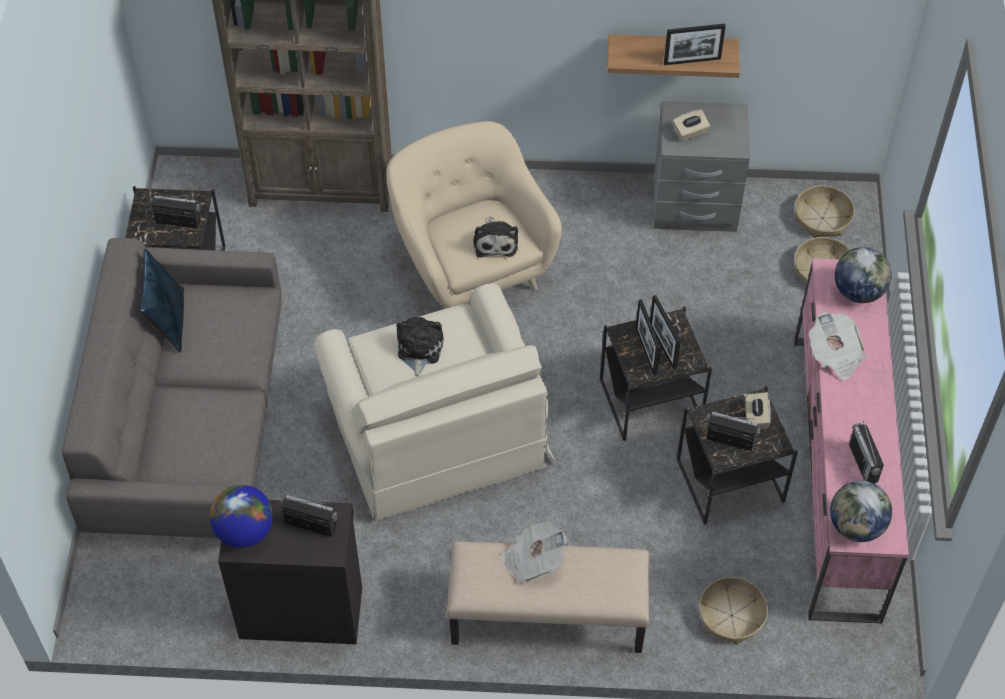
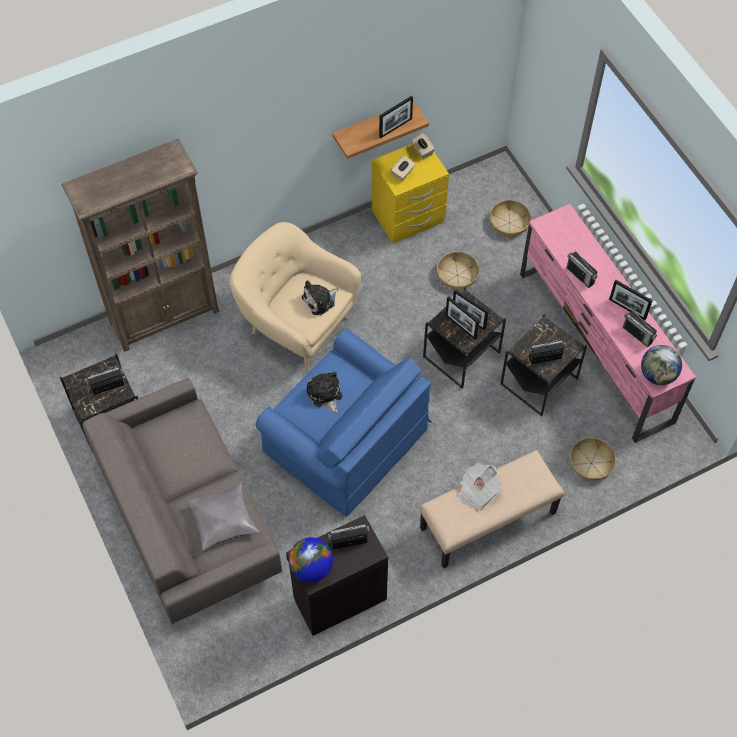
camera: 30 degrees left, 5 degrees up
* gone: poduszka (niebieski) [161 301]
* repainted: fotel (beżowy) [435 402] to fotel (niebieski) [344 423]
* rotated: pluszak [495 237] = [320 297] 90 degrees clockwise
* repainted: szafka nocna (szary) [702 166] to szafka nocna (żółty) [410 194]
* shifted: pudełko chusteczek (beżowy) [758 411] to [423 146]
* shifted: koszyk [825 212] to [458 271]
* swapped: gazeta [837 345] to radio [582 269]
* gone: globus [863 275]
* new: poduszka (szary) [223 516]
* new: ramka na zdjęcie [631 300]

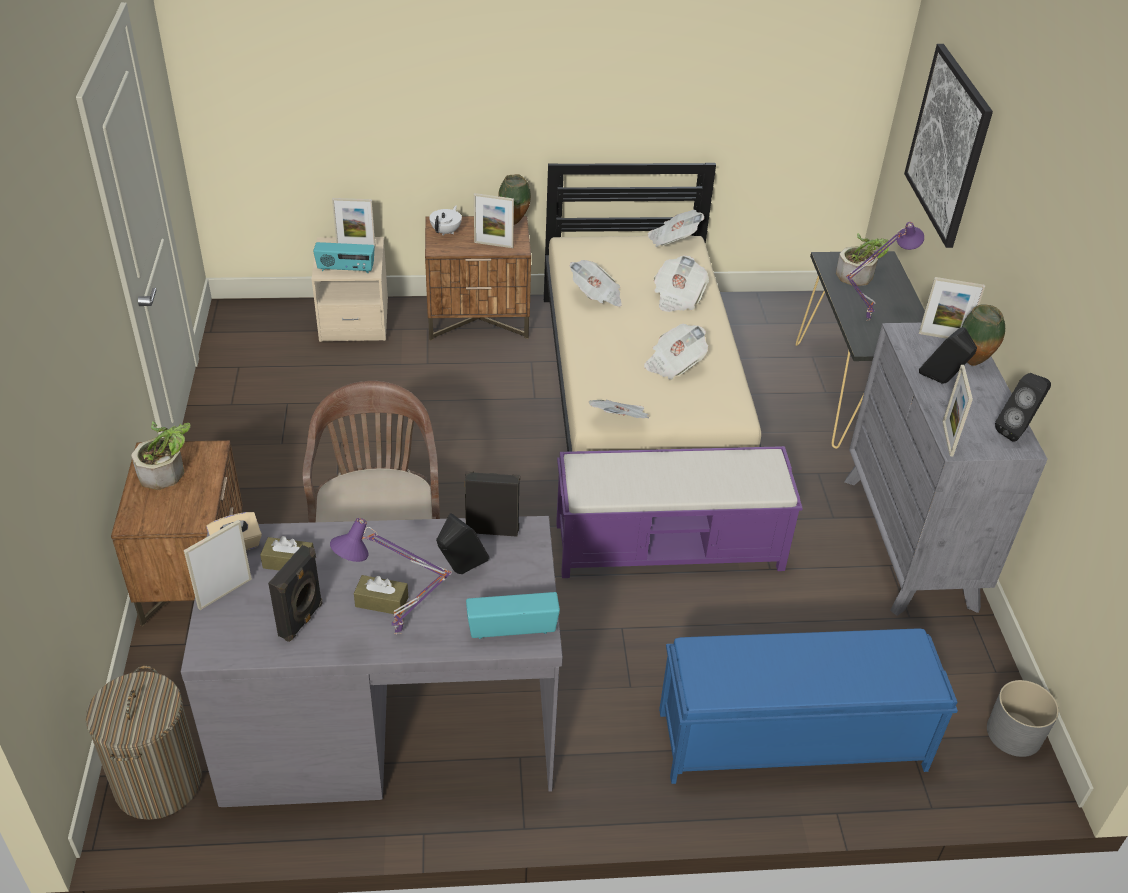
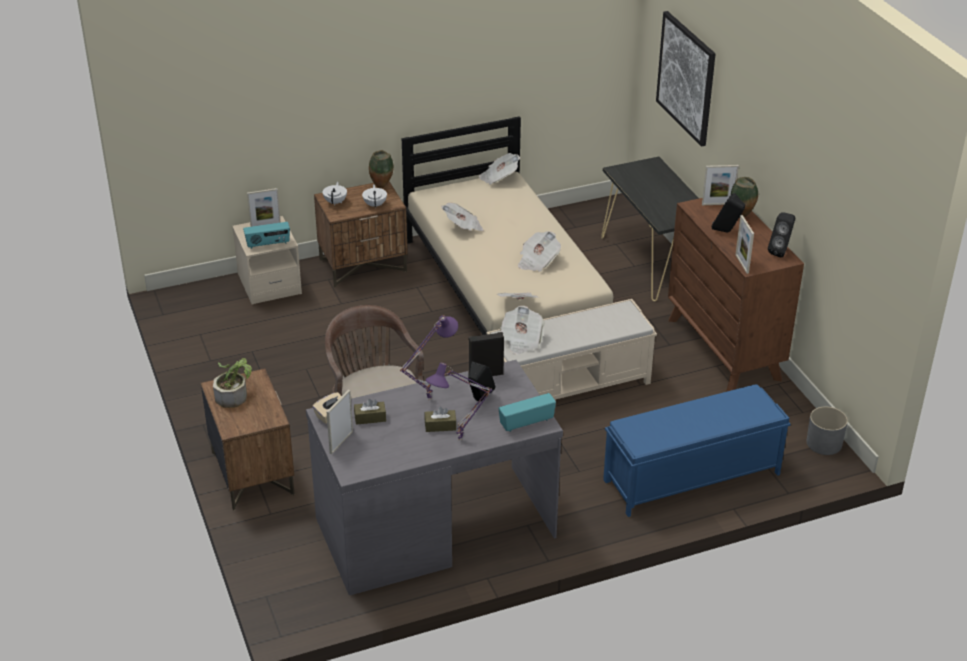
camera: 15 degrees left, 5 degrees down
* gone: kosz na pranie [144 743]
* gone: głośnik (czarny) [295 593]
* swapped: ramka na zdjęcie [494 220] to imbryk (biały) [374 196]
* repainted: ławka (fioletowy) [679 512] to ławka (beżowy) [572 349]
* shifted: gazeta [681 283] to [522 330]
* gone: roślina doniczkowa [862 259]
* repainted: komoda (szary) [946 469] to komoda (brązowy) [736 295]
* shifted: lampa stołowa (fioletowy) [885 271] to [429 357]

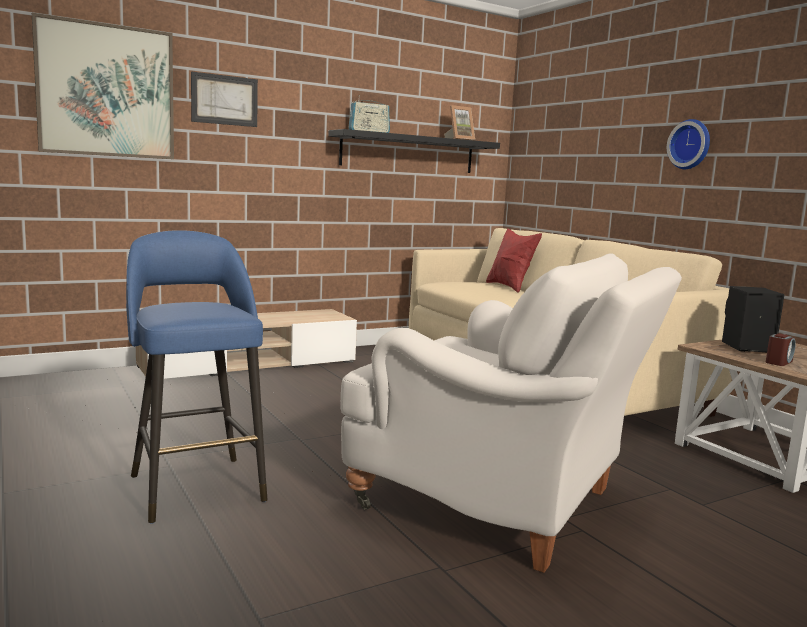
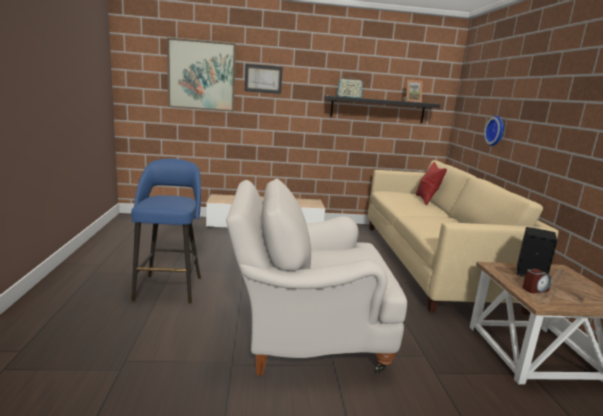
camera: 25 degrees right, 5 degrees up
* rotated: fotel (biały) [511 413] = [316 277] 120 degrees clockwise
* shifted: zegar ścienny [688 144] to [494 131]

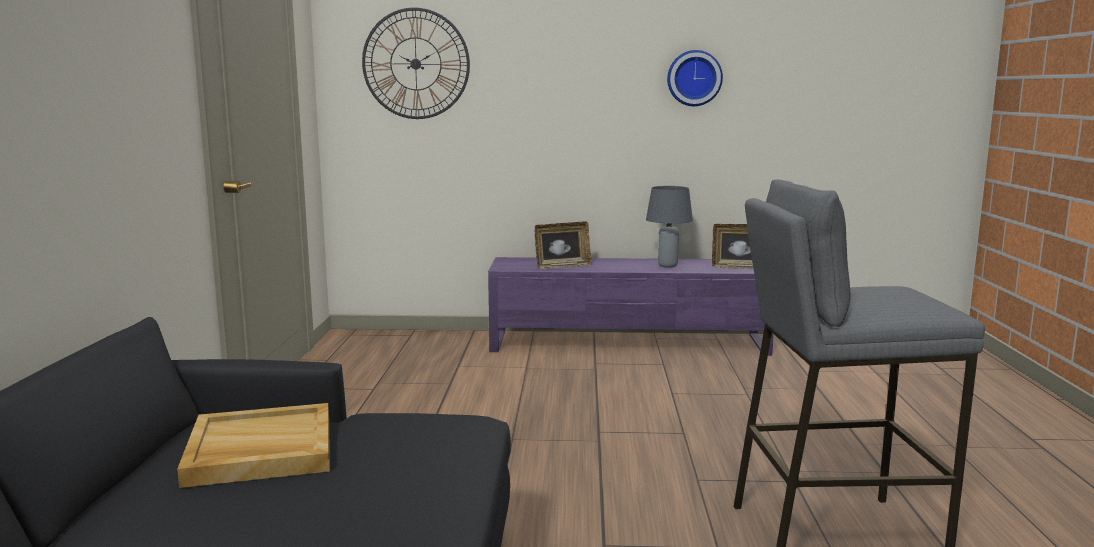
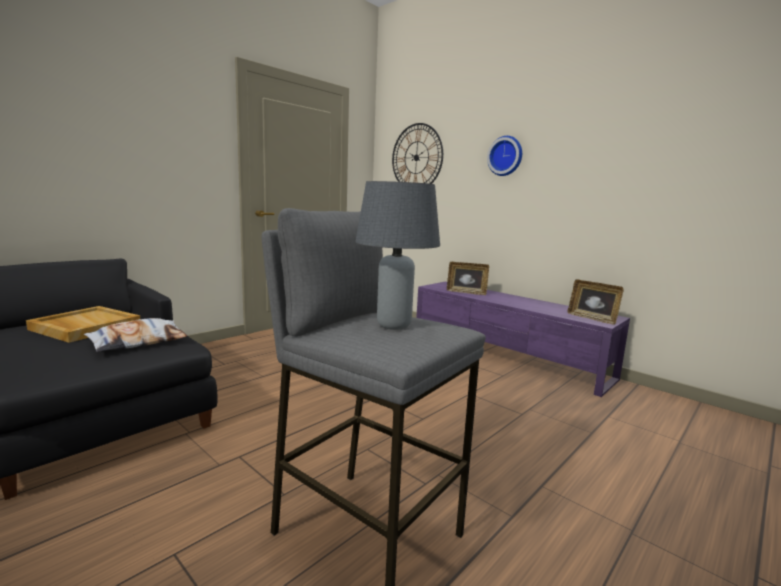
camera: 40 degrees right, 0 degrees up
* shifted: lampa stołowa (szary) [669 227] to [397 255]
* shifted: zegar ścienny [695 78] to [504 156]
* new: poduszka [135 335]

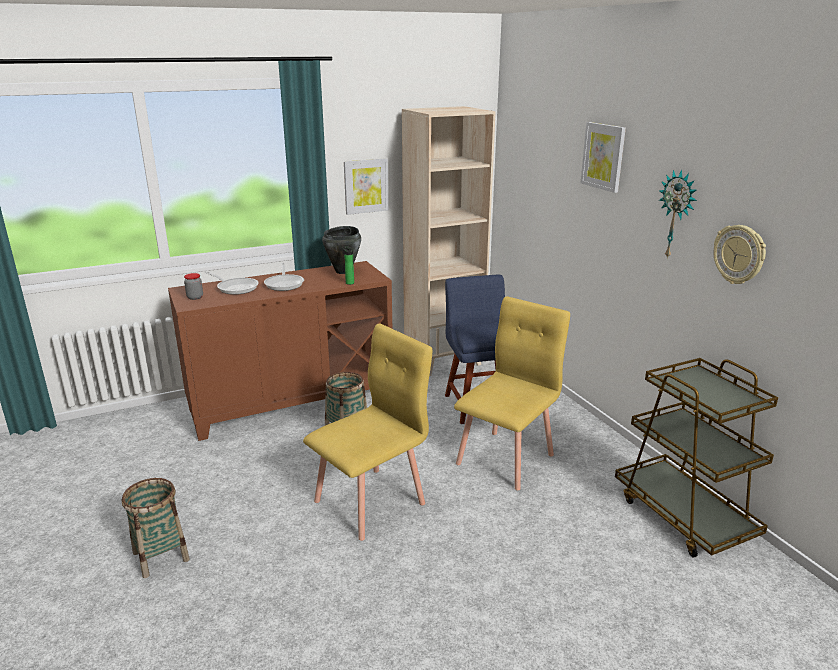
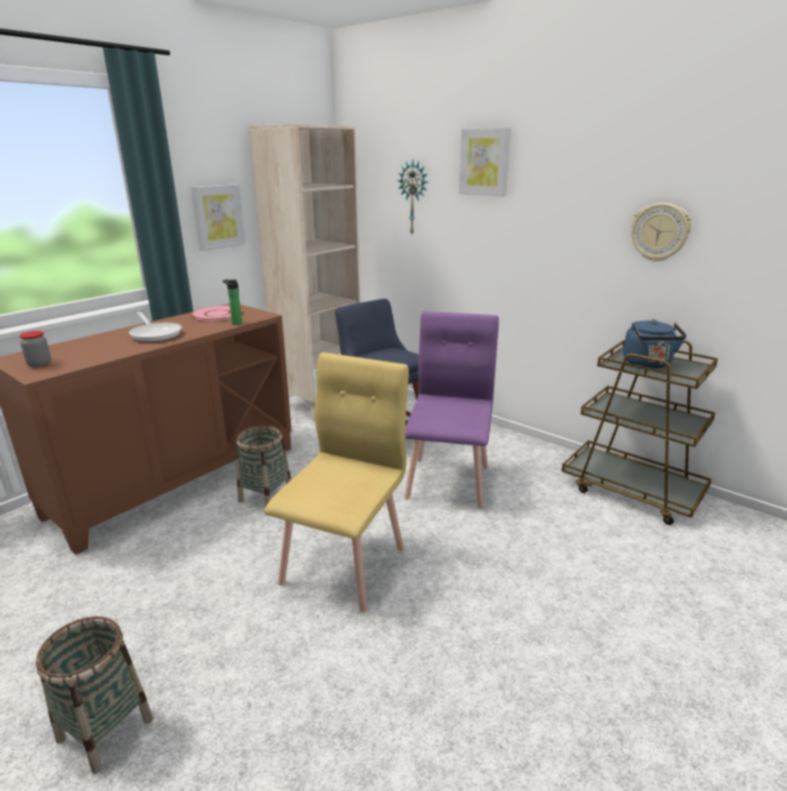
camera: 25 degrees left, 0 degrees up
* gone: patelnia [232 283]
* swapped: garnek (czarny) [341 250] to talerz (różowy) [217 313]
* repainted: krzesło (żółty) [512 393] to krzesło (fioletowy) [451 410]
* shifted: zegar ścienny [678 213] to [412 197]
* new: czajnik (niebieski) [655 344]

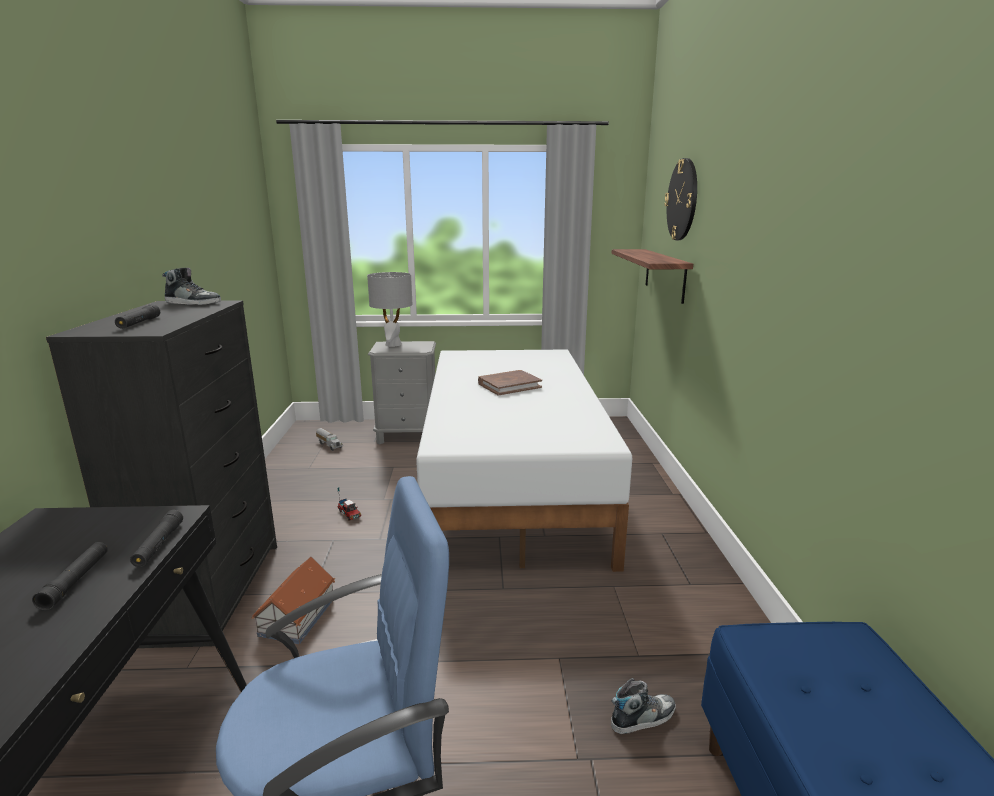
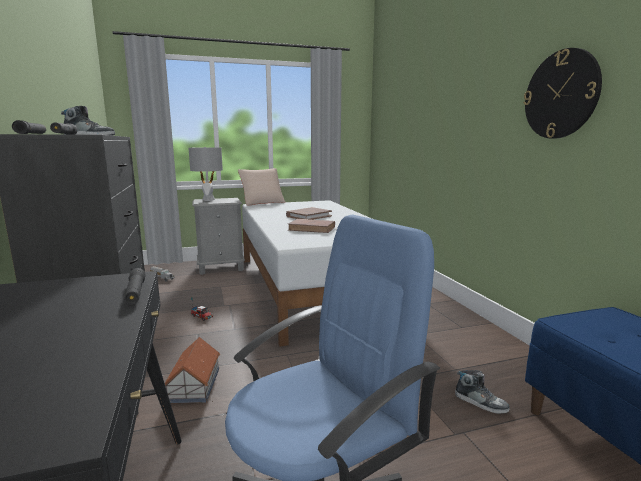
camera: 15 degrees left, 5 degrees down
* shifted: latarka (czarny) [70 576] to [29 127]
* rotated: but [643 706] = [482 392] 75 degrees clockwise
* gone: półka [652 276]
* shifted: zegar ścienny [680 199] to [562 93]
* new: poduszka (beżowy) [262 187]
* new: książka (brązowy) [311 226]

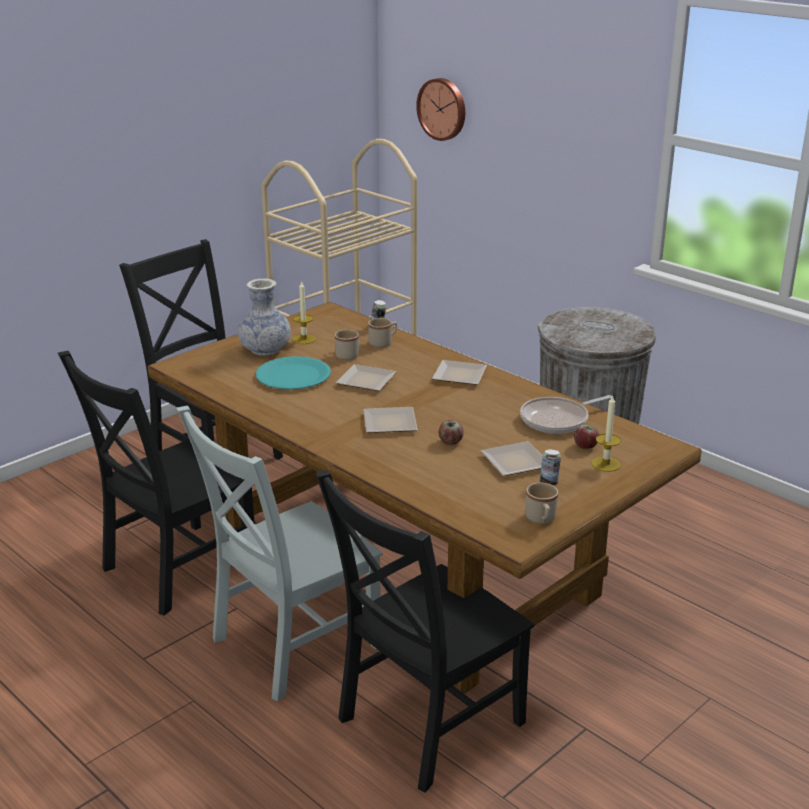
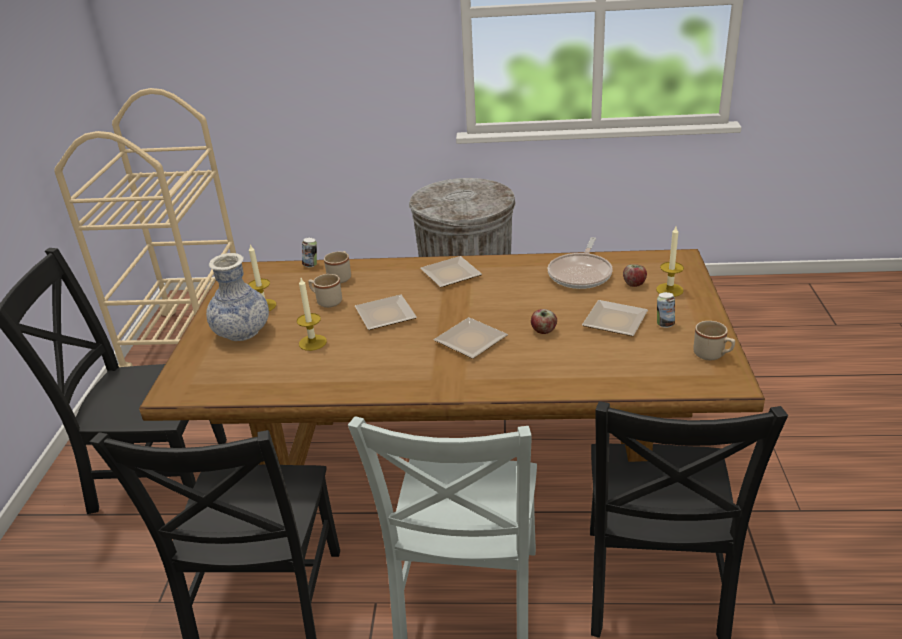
camera: 40 degrees left, 5 degrees up
* swapped: talerz (turkusowy) [293 373] to świeca [312 314]
* gone: zegar ścienny [440 109]

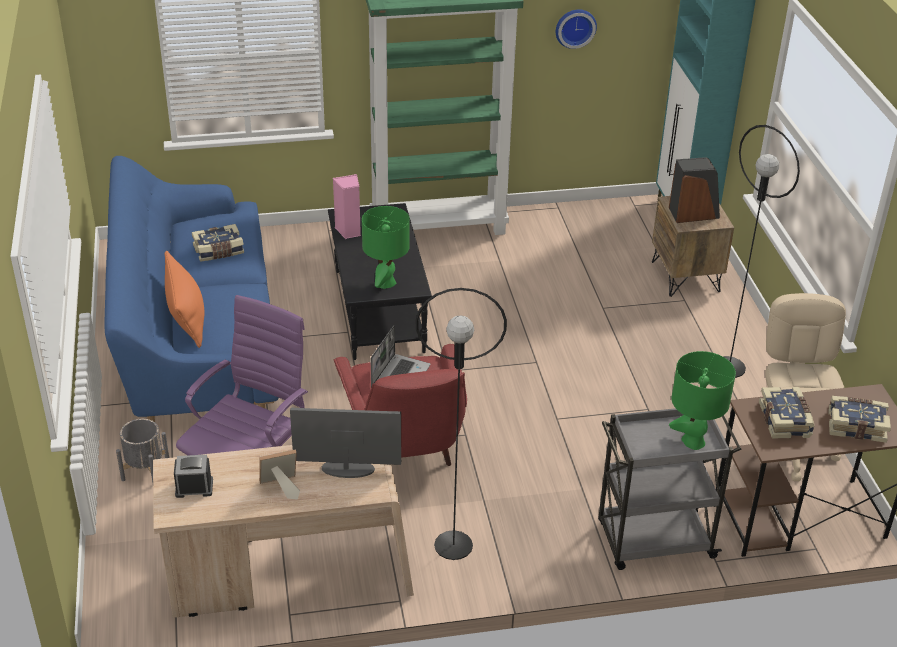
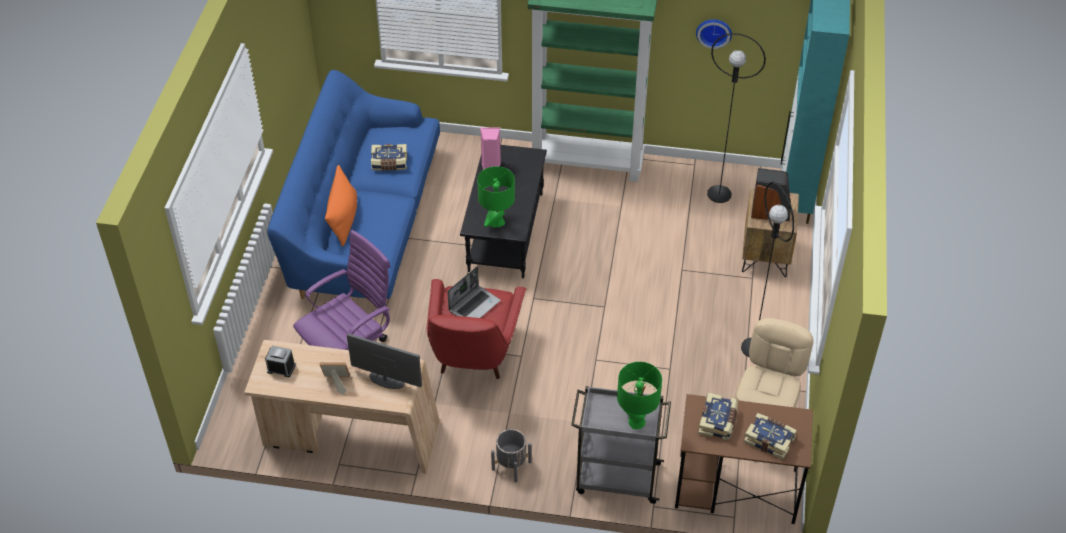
camera: 20 degrees right, 10 degrees up
* shifted: donica (szary) [142 450] to [511 455]
* shifted: lampa stojąca (czarny) [461 424] to [736 118]

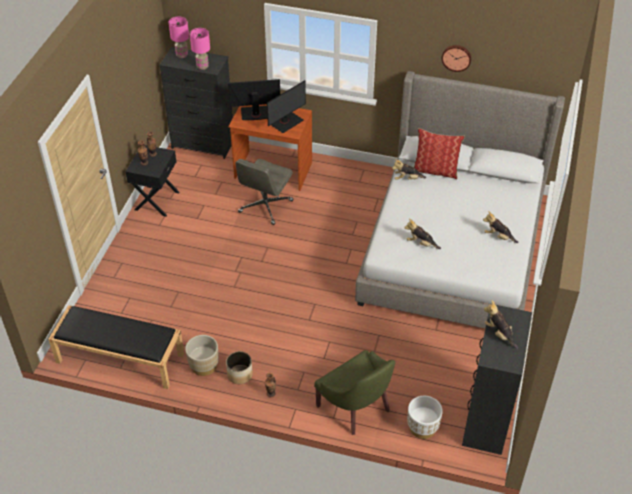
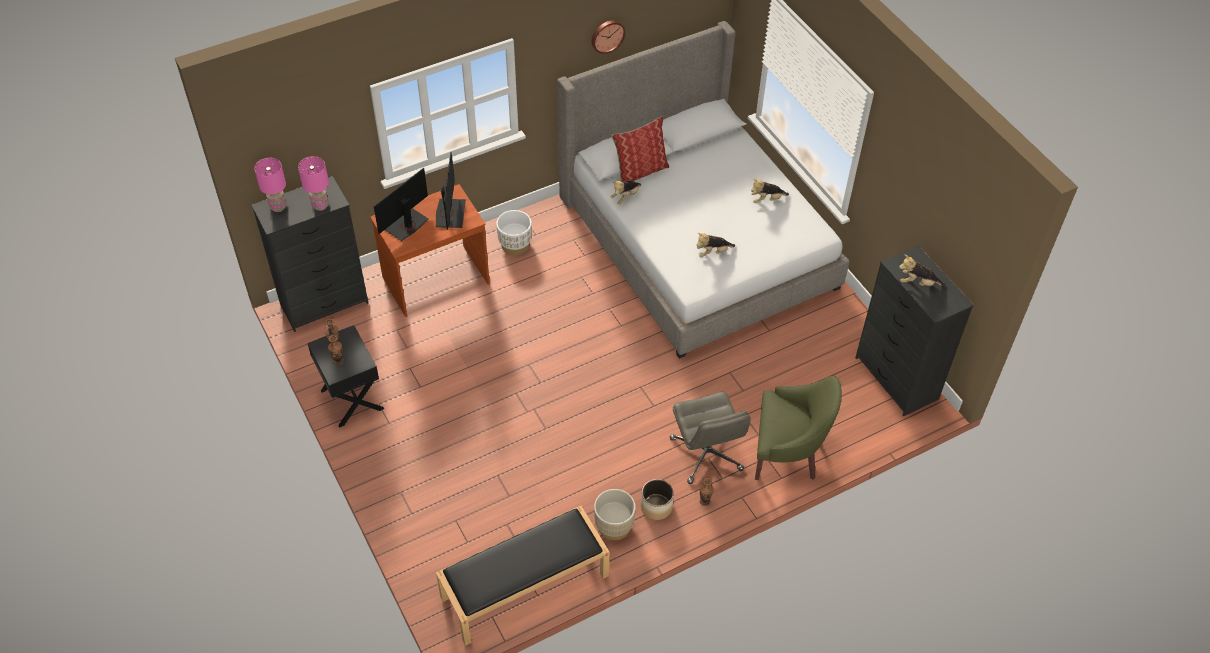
camera: 45 degrees left, 5 degrees up
* shifted: krzesło biurowe (szary) [264 192] to [710 438]
* shifted: donica (biały) [425 417] to [514 232]

